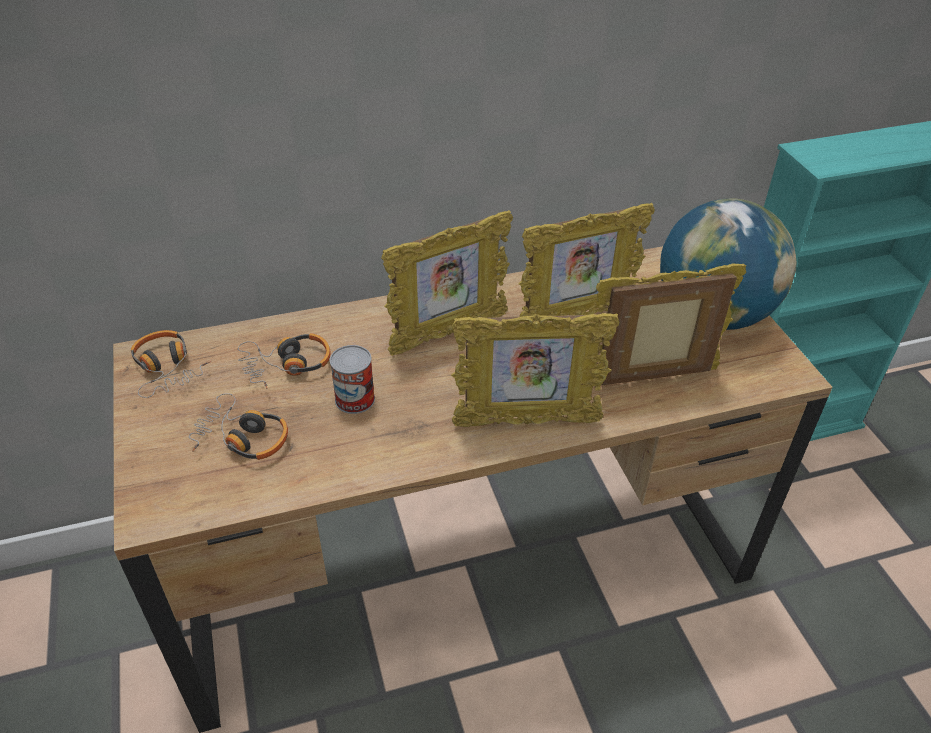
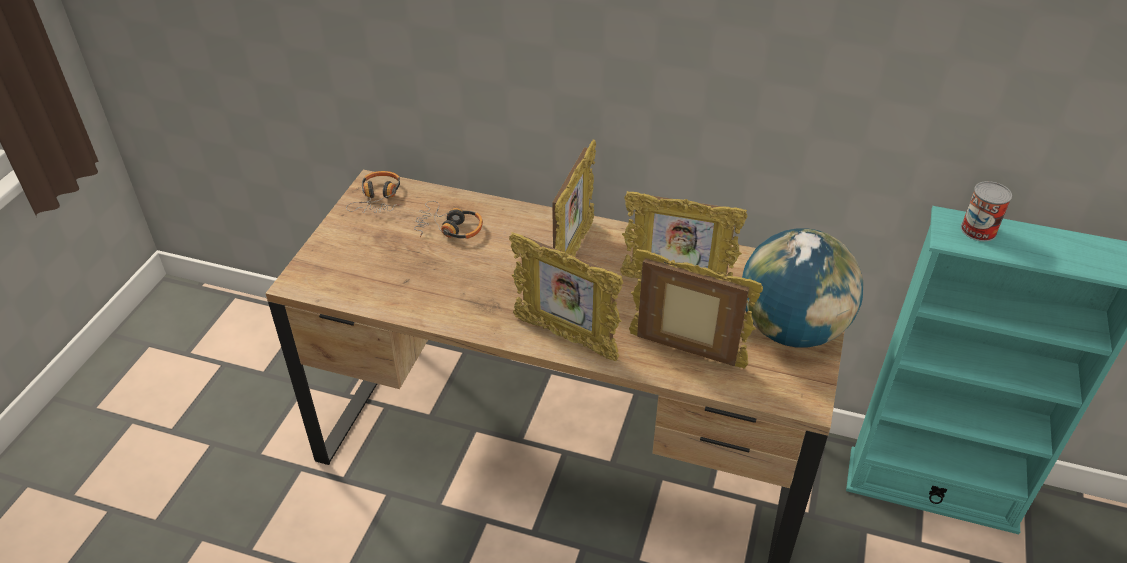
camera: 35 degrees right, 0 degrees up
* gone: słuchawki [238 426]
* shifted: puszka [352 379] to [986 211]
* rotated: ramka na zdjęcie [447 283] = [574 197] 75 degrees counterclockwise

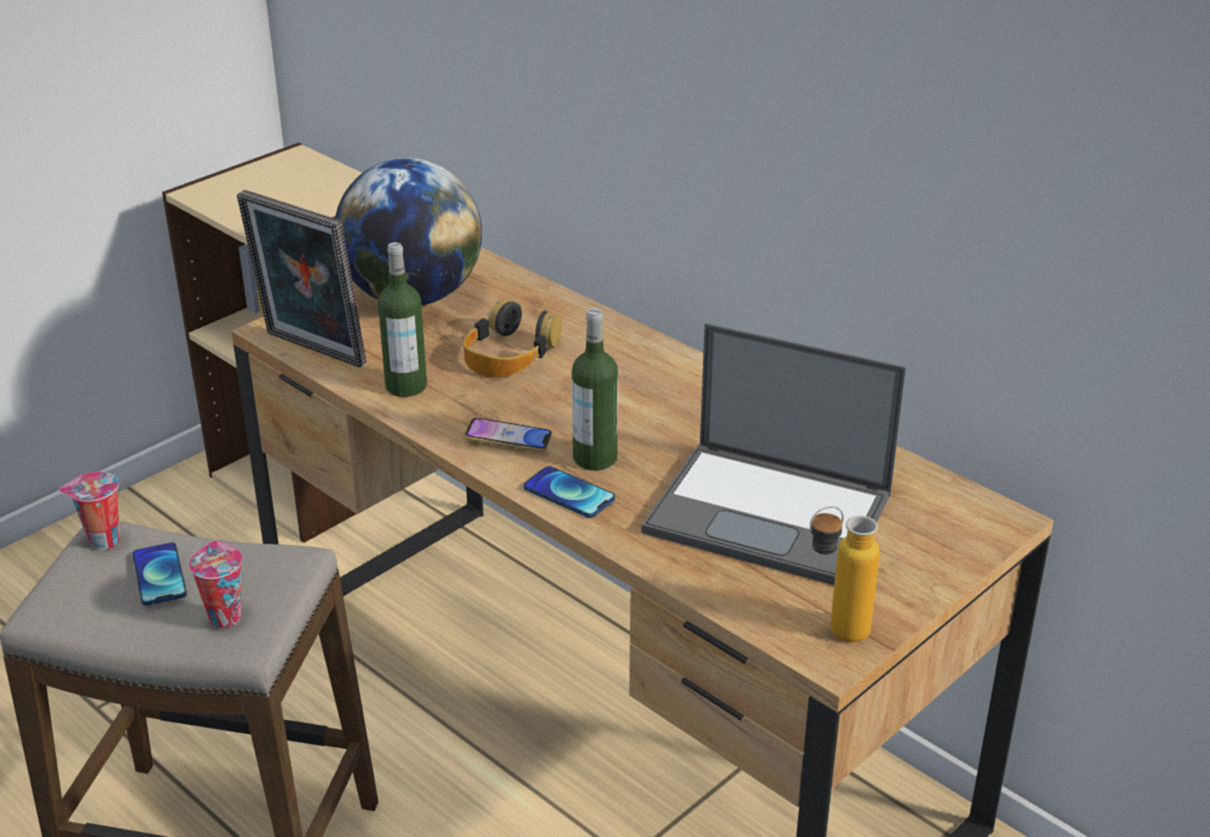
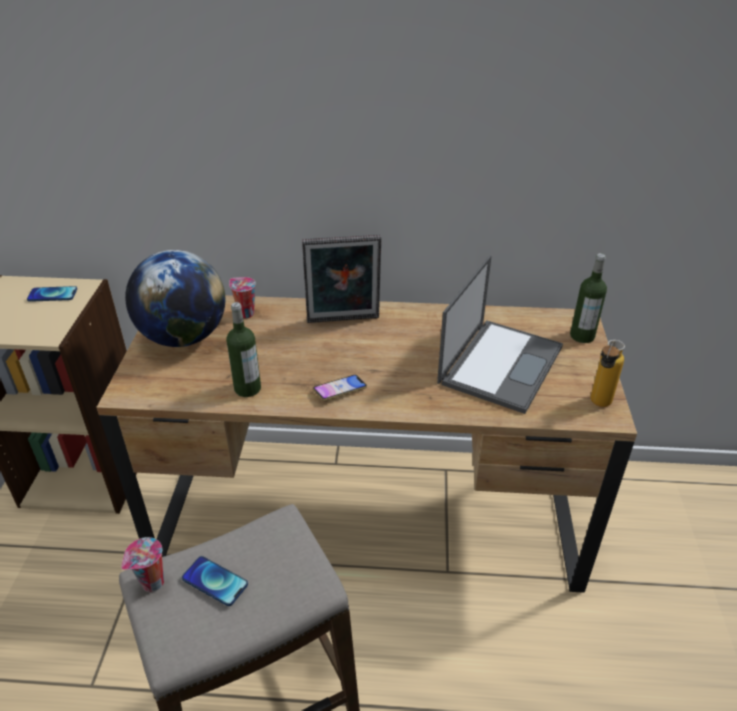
camera: 40 degrees left, 5 degrees up
* shifted: filiżanka [215 584] to [242 297]
* shifted: ramka na zdjęcie [302 278] to [341 279]
* gone: słuchawki [512 338]
* shifted: telefon [569 492] to [52 294]
* shifted: butelka [595 389] to [588 298]
* rotated: laptop [774 454] = [500 334] 45 degrees counterclockwise

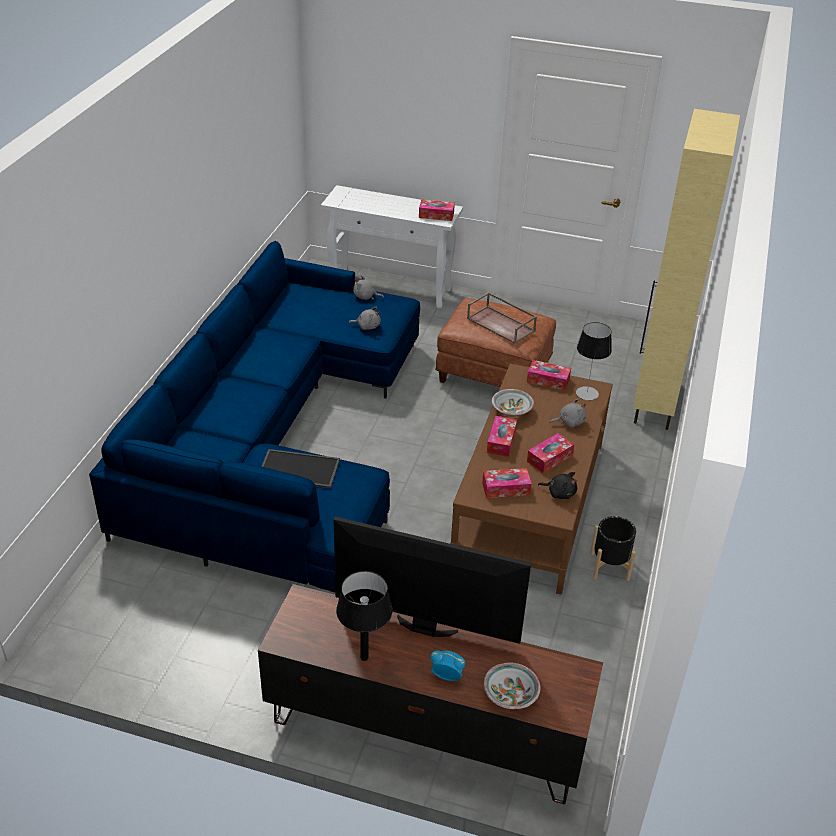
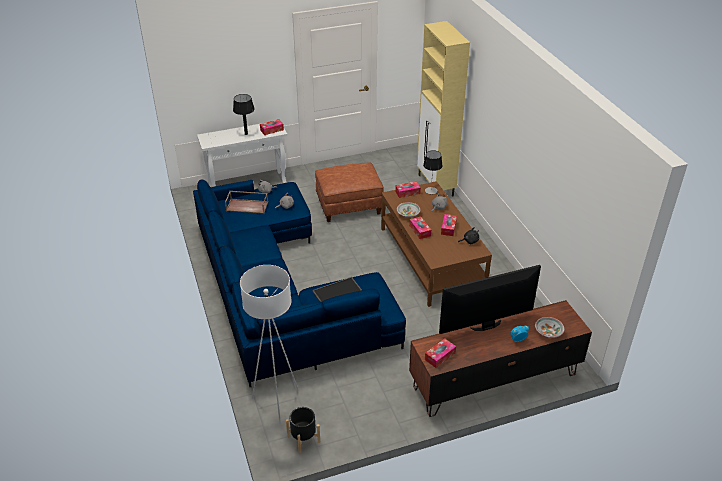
camera: 35 degrees left, 0 degrees up
* shifted: lampa stołowa (czarny) [364 616] to [244 114]
* shifted: taca (brązowy) [502 318] to [246 202]
* shifted: pudełko chusteczek [507 483] to [440 353]
* shifted: donica (czarny) [613 548] to [303 430]
* new: lampa stojąca (biały) [269 344]

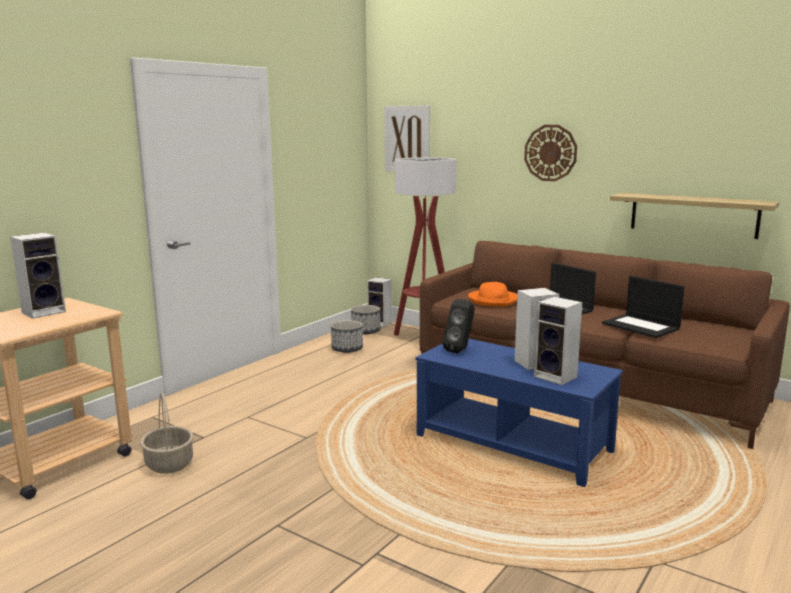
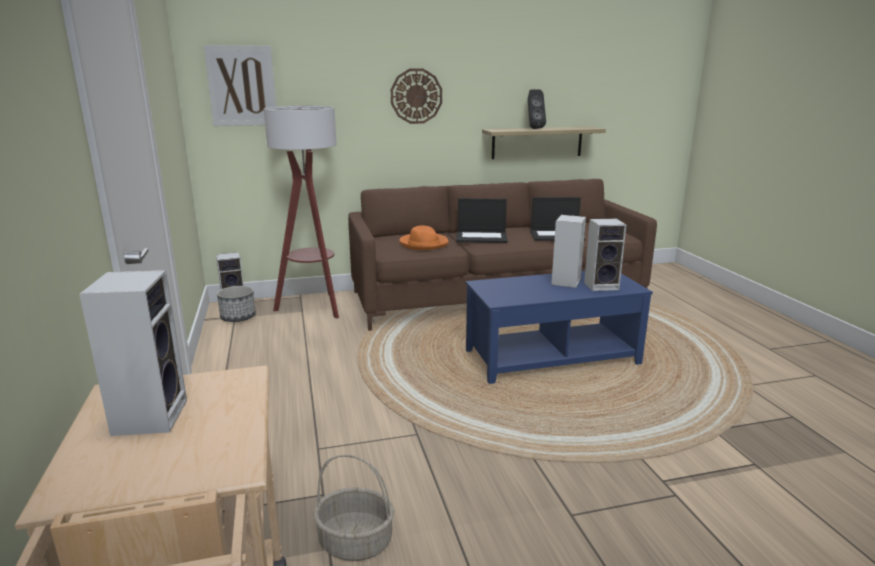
camera: 50 degrees left, 5 degrees up
* gone: donica [347 336]
* shifted: głośnik (czarny) [459 326] to [537 109]

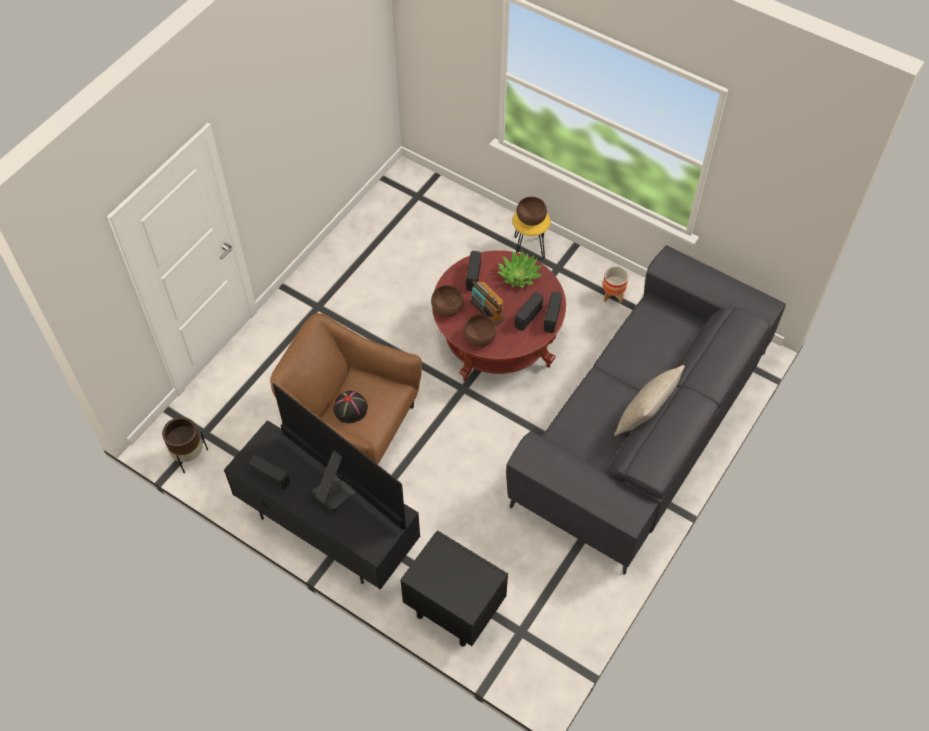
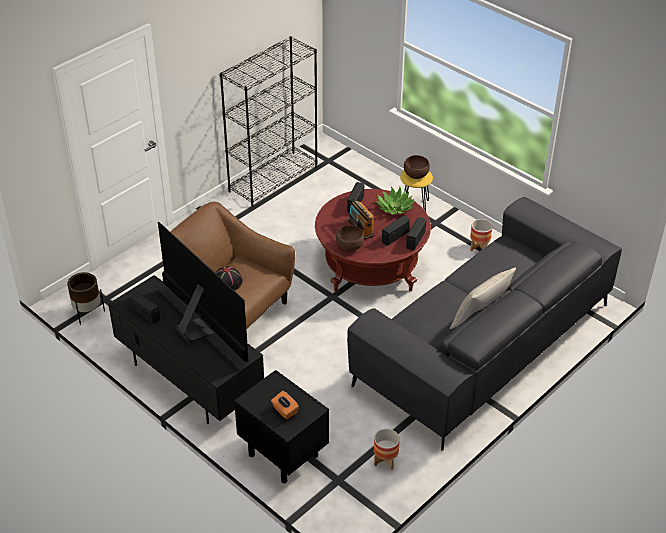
camera: 10 degrees right, 15 degrees down
* gone: miska (brązowy) [447 301]
* new: regał (czarny) [269 121]
* new: pudełko chusteczek (pomarańczowy) [285 405]
* new: donica [387 449]

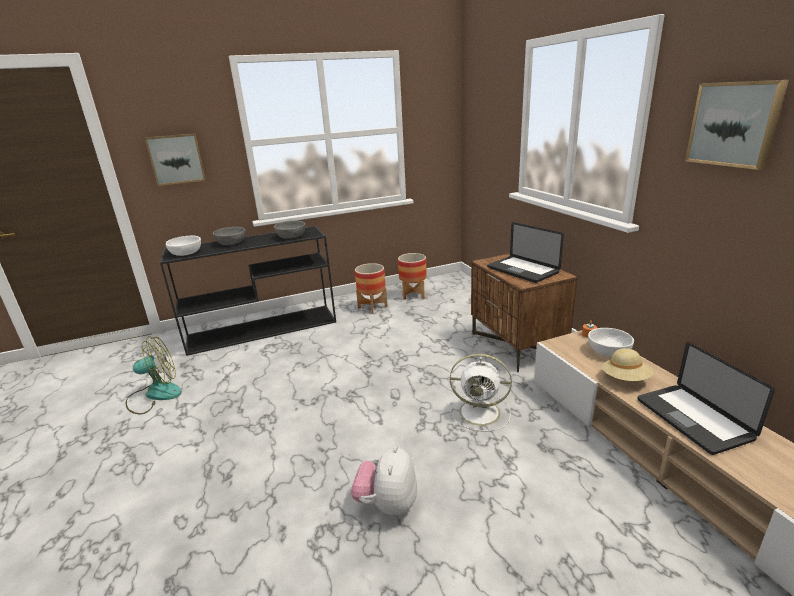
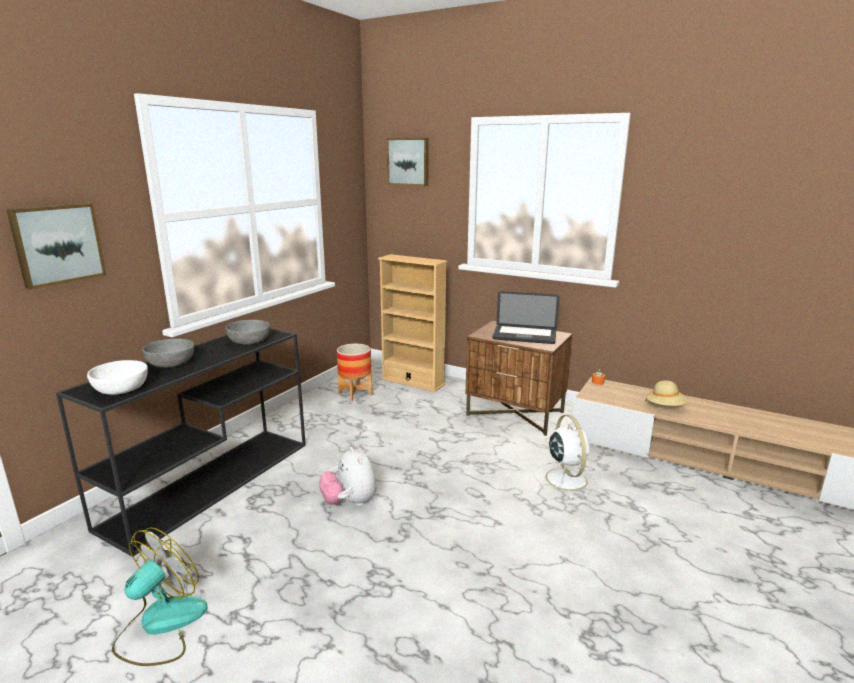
camera: 40 degrees left, 5 degrees down
* shifted: pluszak [384 481] to [348 476]
* gone: donica [371 288]
* rotated: wentylator (biały) [481 393] = [565 457] 75 degrees counterclockwise
* gone: miska (biały) [611 342]
* gone: laptop [706 398]
* shifted: obraz [737 125] to [408 162]
* new: regał (beżowy) [412 323]

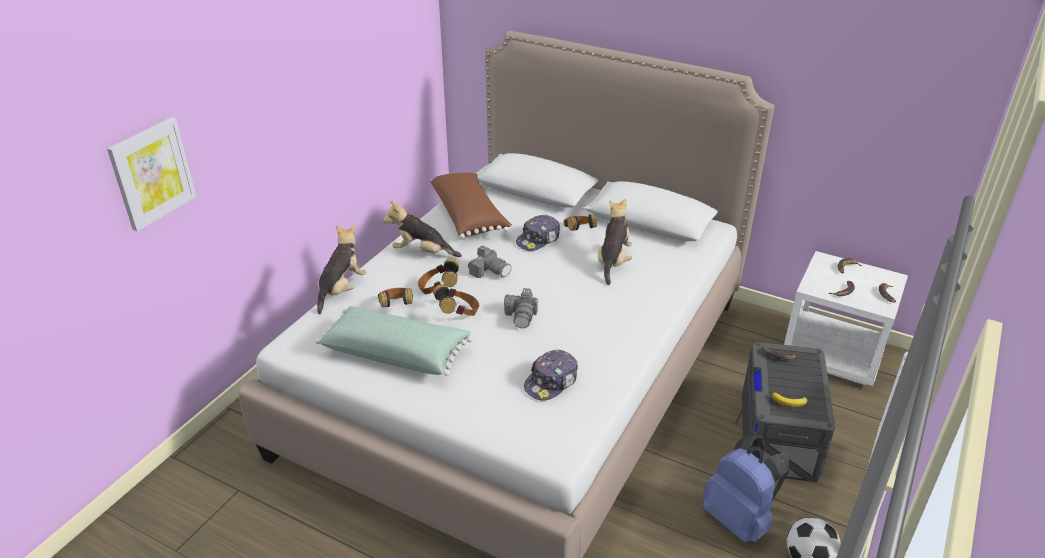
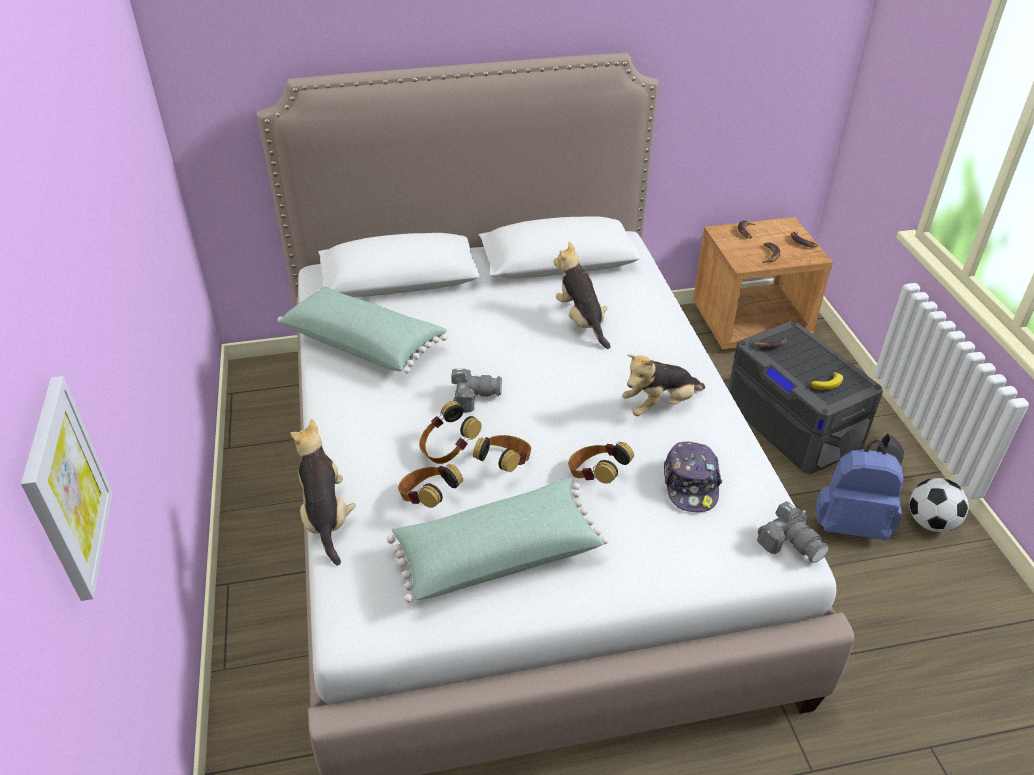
camera: 40 degrees left, 5 degrees up
* shifted: pluszak [422 228] to [663 385]
* repainted: poduszka (brązowy) [471 206] to poduszka (zielony) [363 330]
* shifted: aparat fotograficzny [521 308] to [793 532]
* gone: czapka z daszkiem [538 233]
* shifted: słuchawki [580 222] to [601 463]
* repainted: szafka nocna (biały) [846 318] to szafka nocna (brązowy) [763 283]

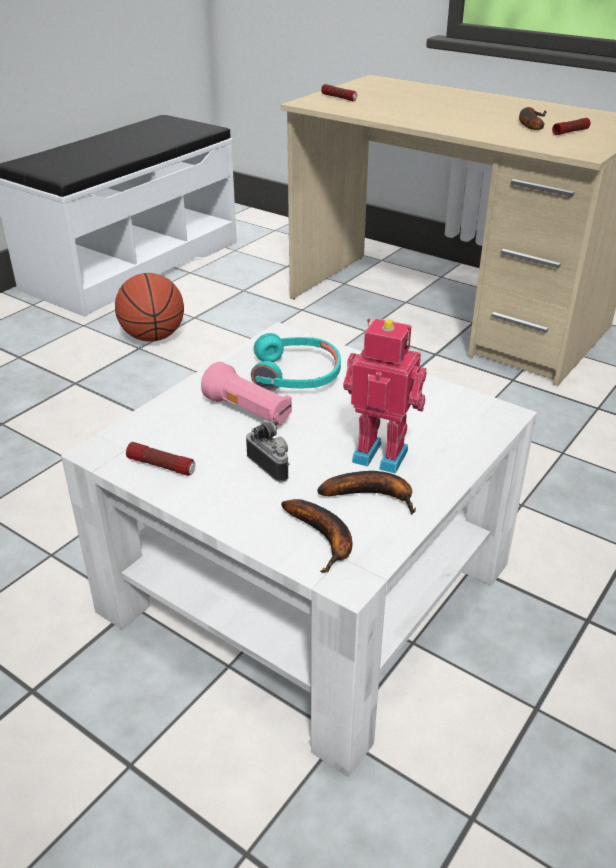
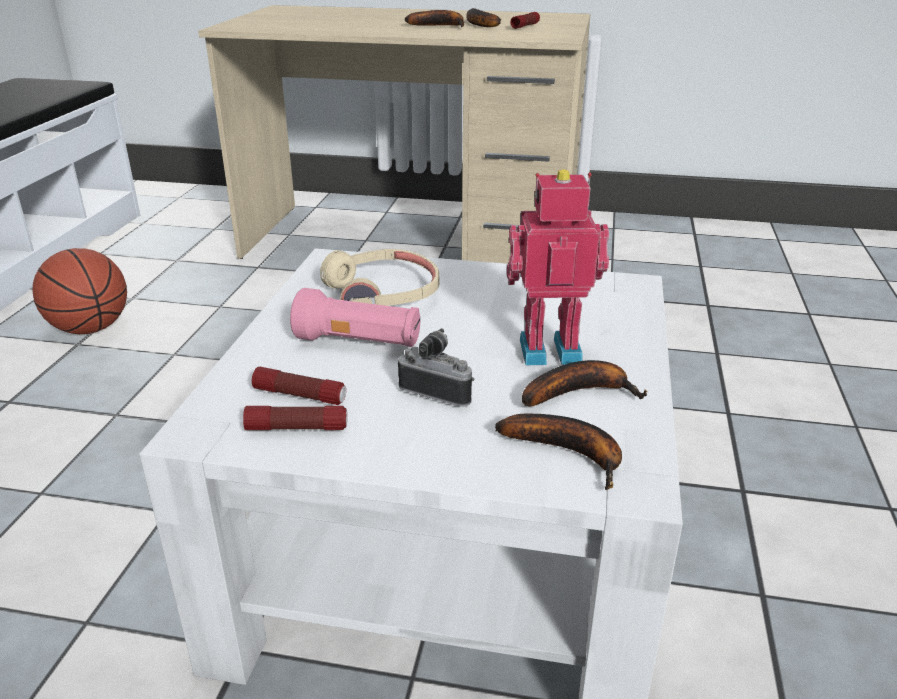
camera: 25 degrees left, 5 degrees down
* repainted: słuchawki (turkusowy) [296 362] to słuchawki (beżowy) [379 277]
* shifted: latarka [339 92] to [299 386]
* new: banan [434 18]

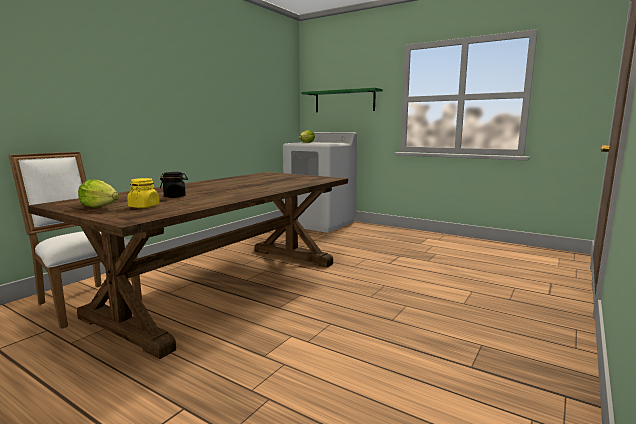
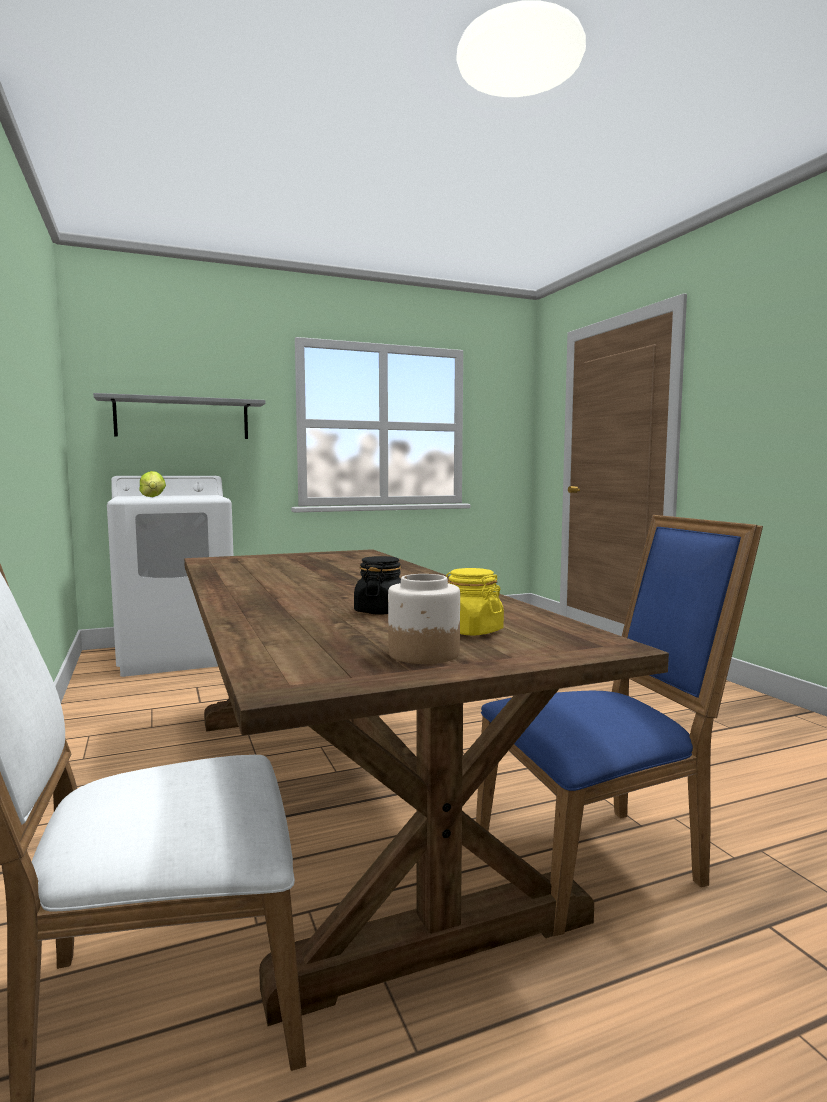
camera: 55 degrees left, 5 degrees down
* swapped: sałata [98 194] to słoik [424 619]
* repainted: półka (zielony) [342 100] to półka (szary) [179 416]
* new: krzesło (niebieski) [619 725]

